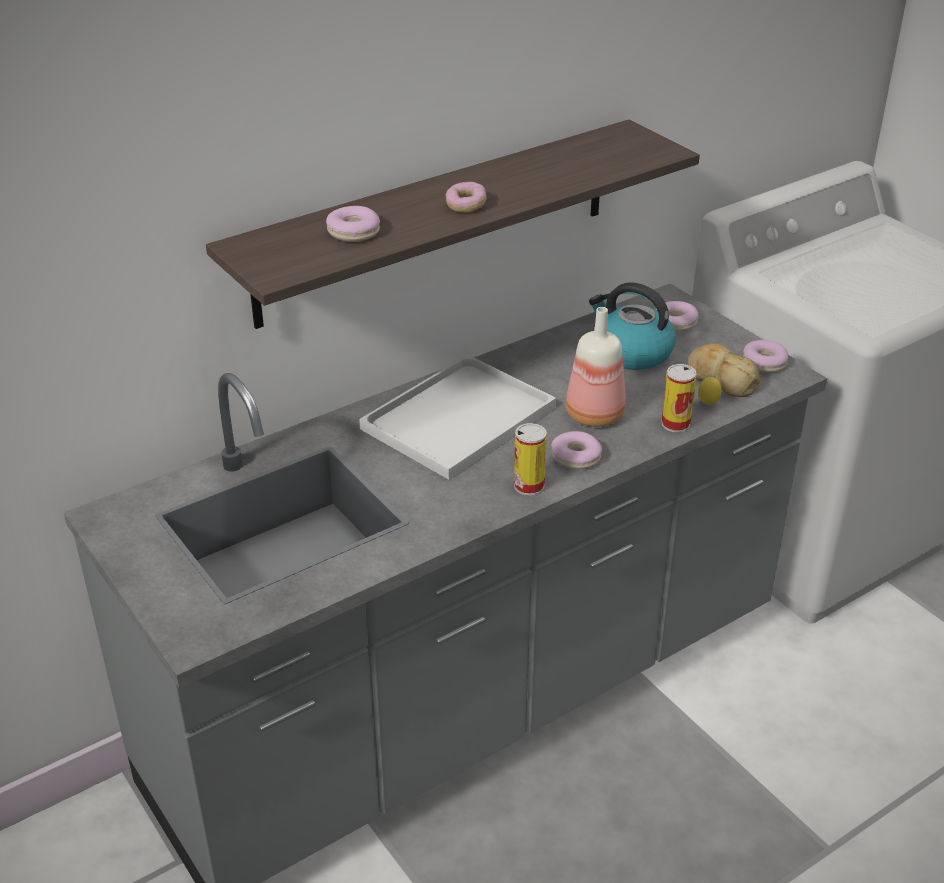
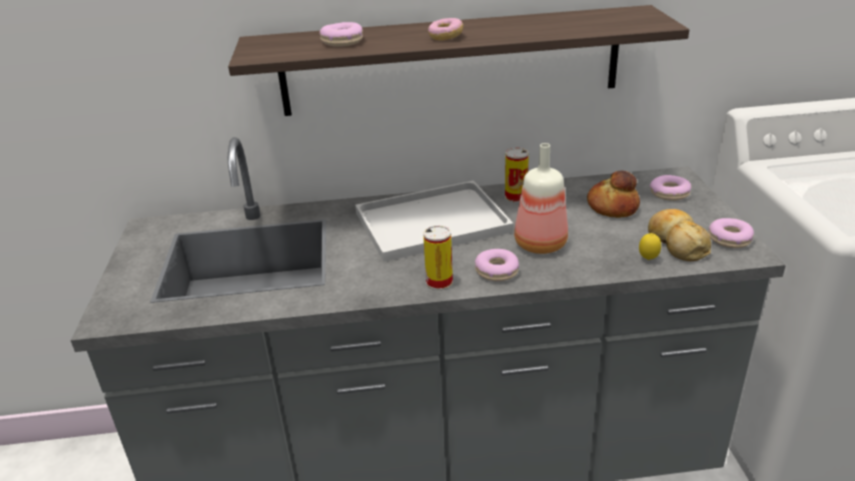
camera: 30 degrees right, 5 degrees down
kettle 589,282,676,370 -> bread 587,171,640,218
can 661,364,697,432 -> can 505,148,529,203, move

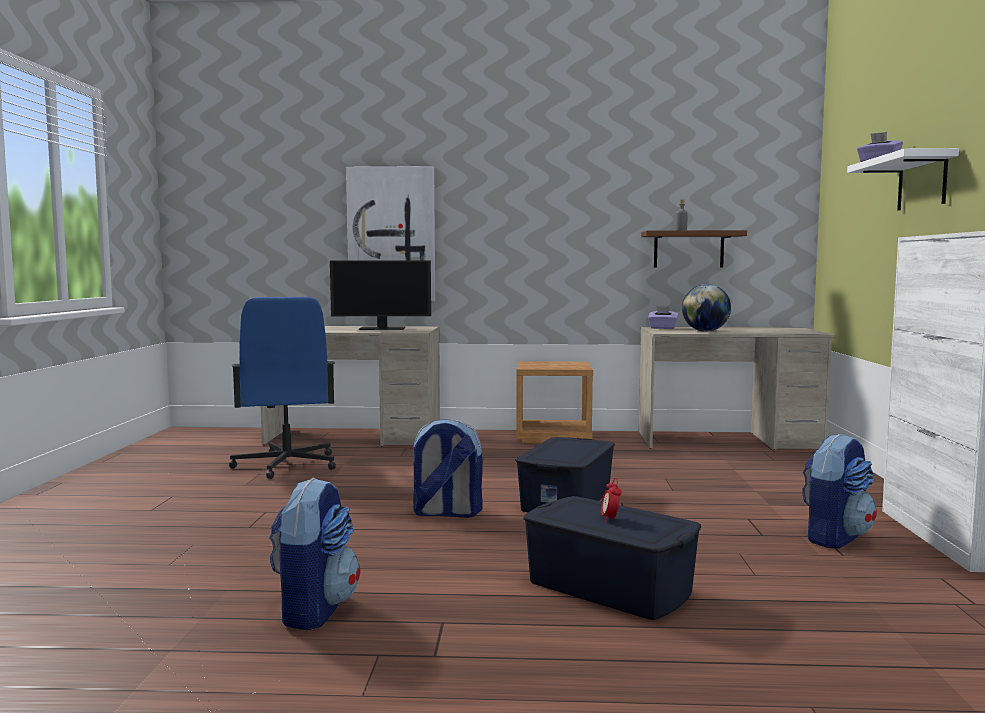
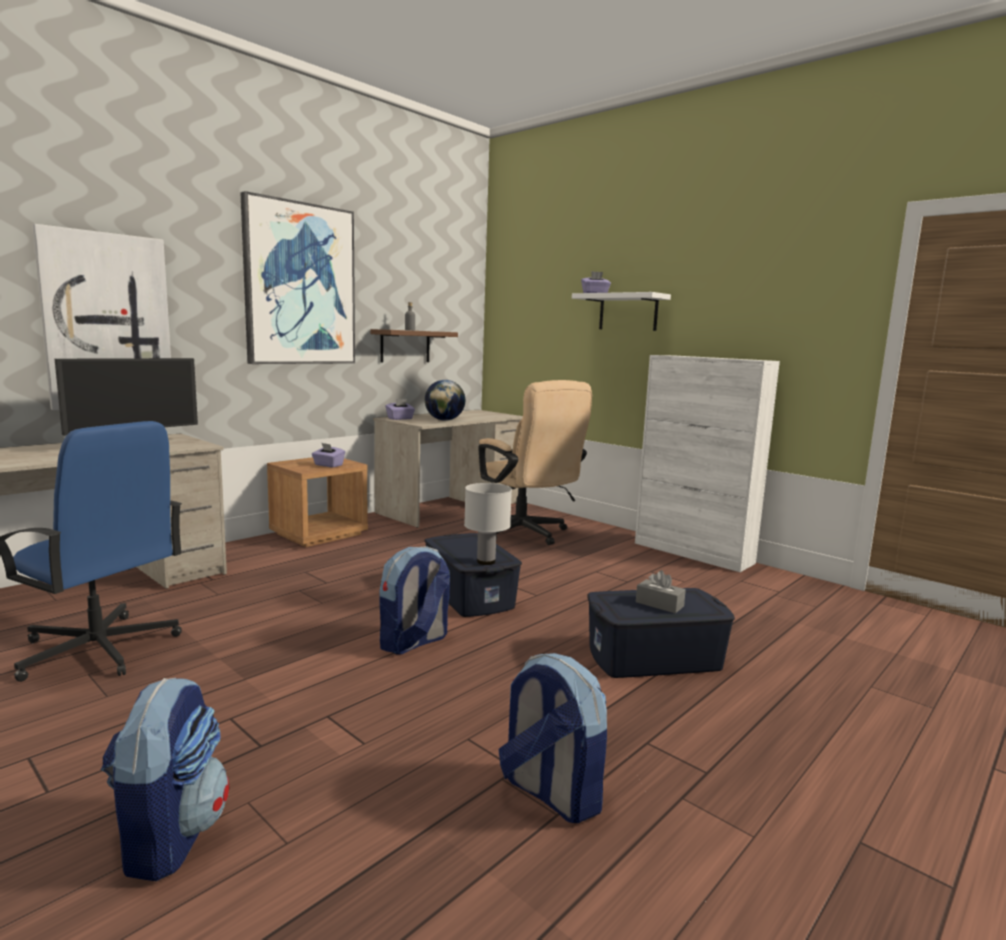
camera: 50 degrees left, 5 degrees up
backpack 802,433,877,548 -> backpack 101,678,229,881, move
alarm clock 601,478,622,522 -> tissue box in grey 636,570,686,613
none -> picture 240,191,355,364
none -> office chair in beige 478,380,592,545
none -> tissue box in purple 312,443,345,467
none -> table lamp in white 464,483,512,565

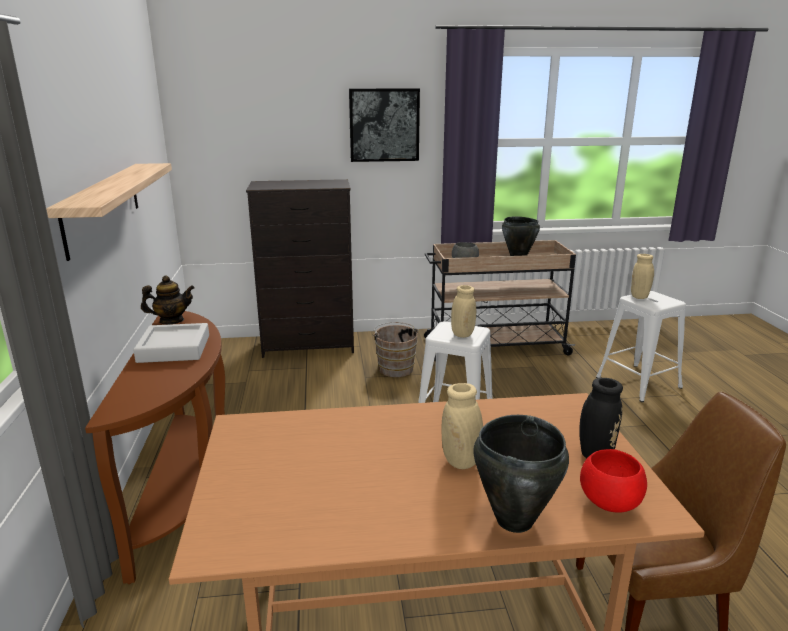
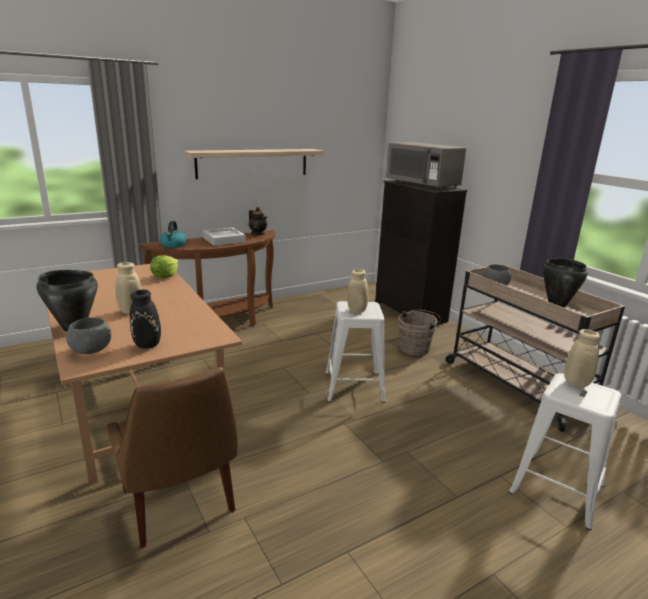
camera: 65 degrees right, 0 degrees up
picture 349,88,420,162 -> none
bowl in red 580,449,647,513 -> bowl in grey 66,317,111,354
none -> microwave in grey 386,142,466,190
none -> kettle 160,221,187,248
none -> lettuce 150,255,179,278

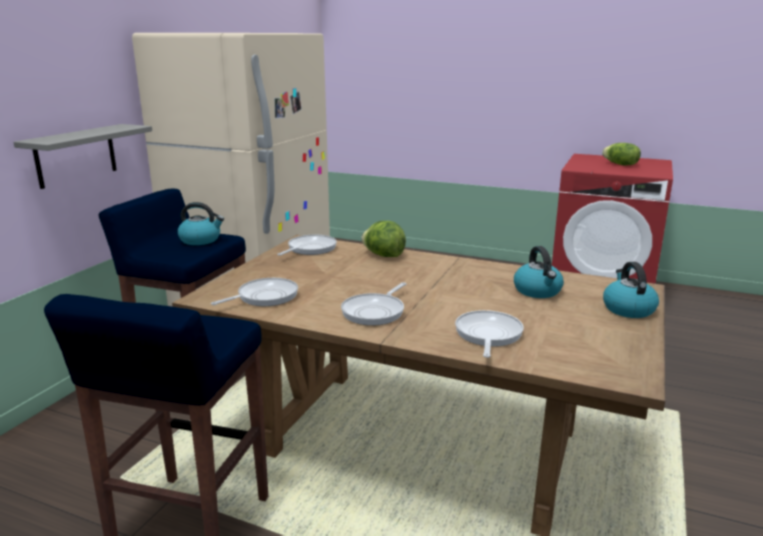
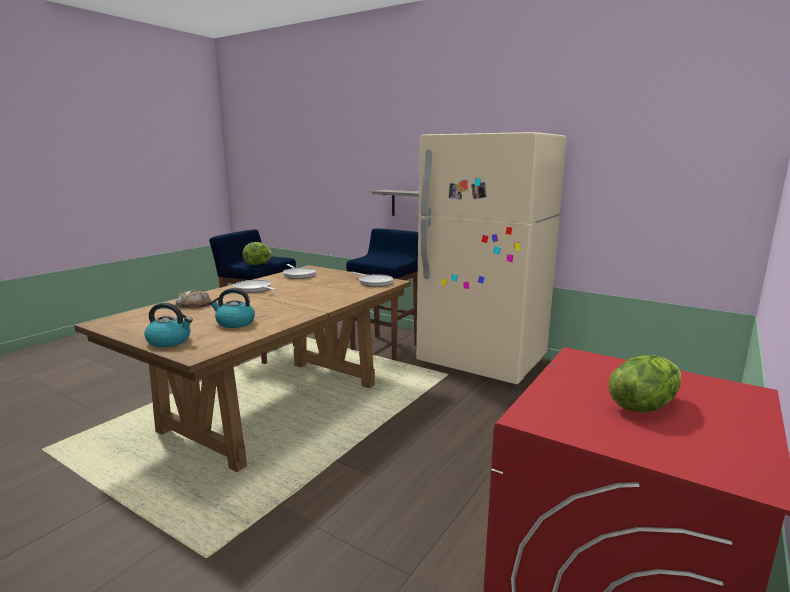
camera: 100 degrees right, 5 degrees down
kettle 178,202,224,245 -> none
lettuce 361,221,406,257 -> lettuce 242,242,272,265, move
frying pan 455,310,524,358 -> bread 175,289,212,309

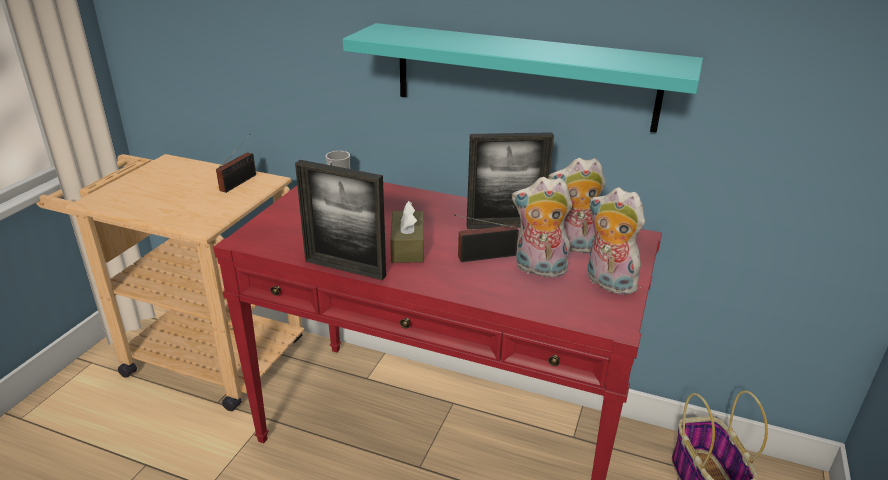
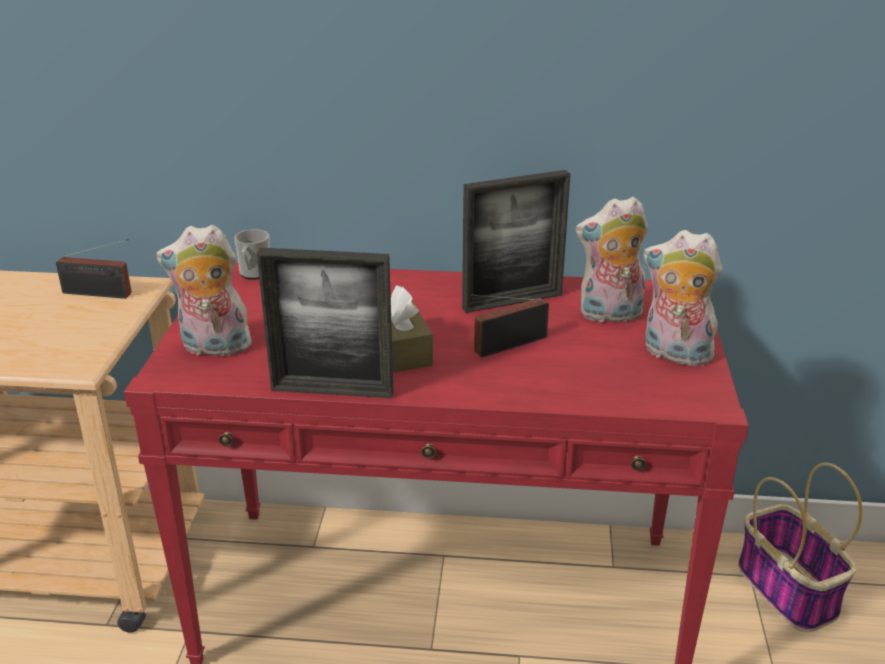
camera: 15 degrees left, 0 degrees up
shelf in turquoise 343,23,703,133 -> none
radio 216,134,256,193 -> radio 56,239,132,299, 90 degrees clockwise
plush toy 512,177,572,278 -> plush toy 156,225,256,356, move

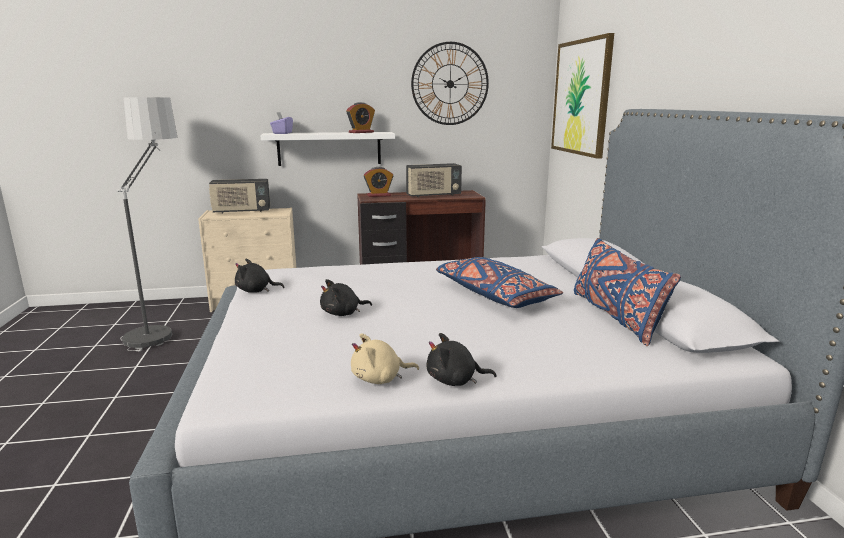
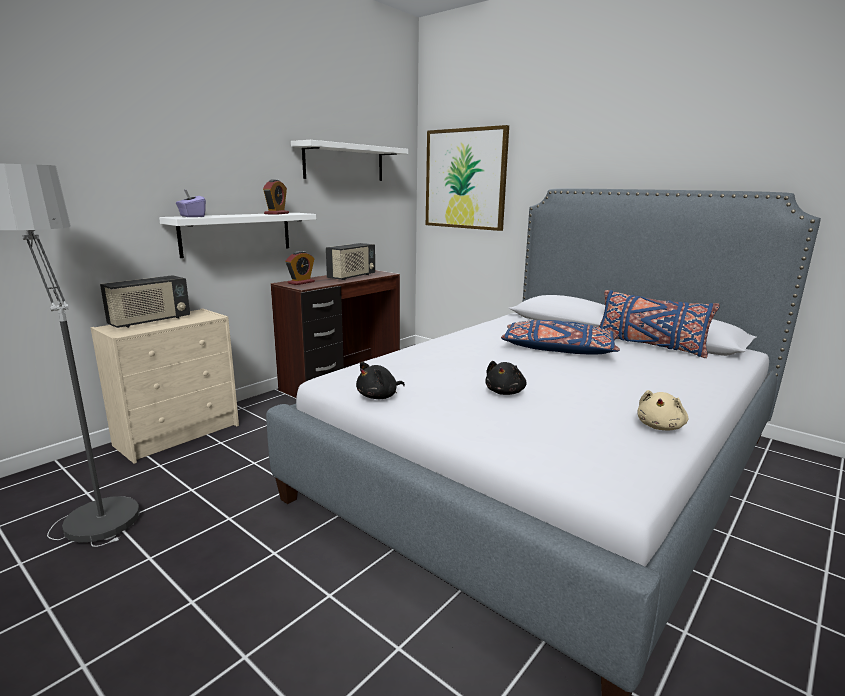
camera: 40 degrees left, 0 degrees up
wall clock 411,42,489,125 -> shelf in white 291,140,408,181
plush toy in black 427,333,496,386 -> none

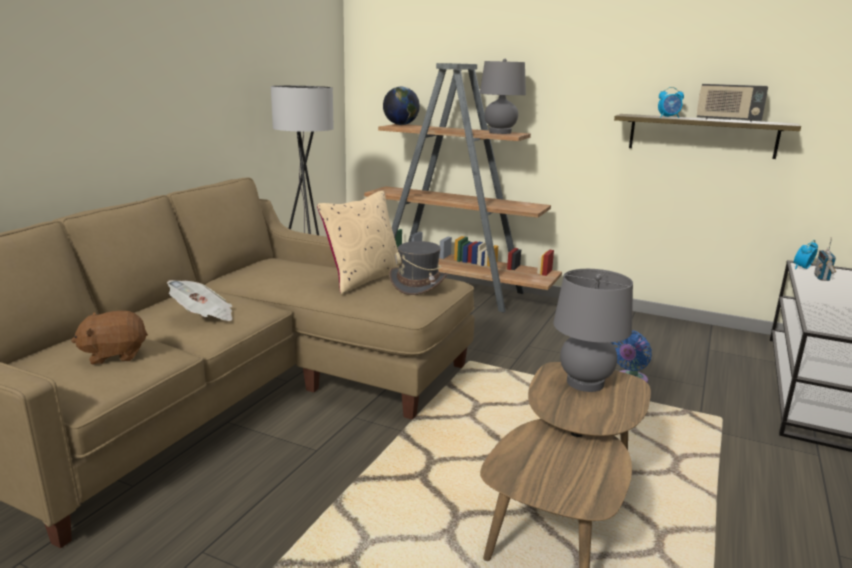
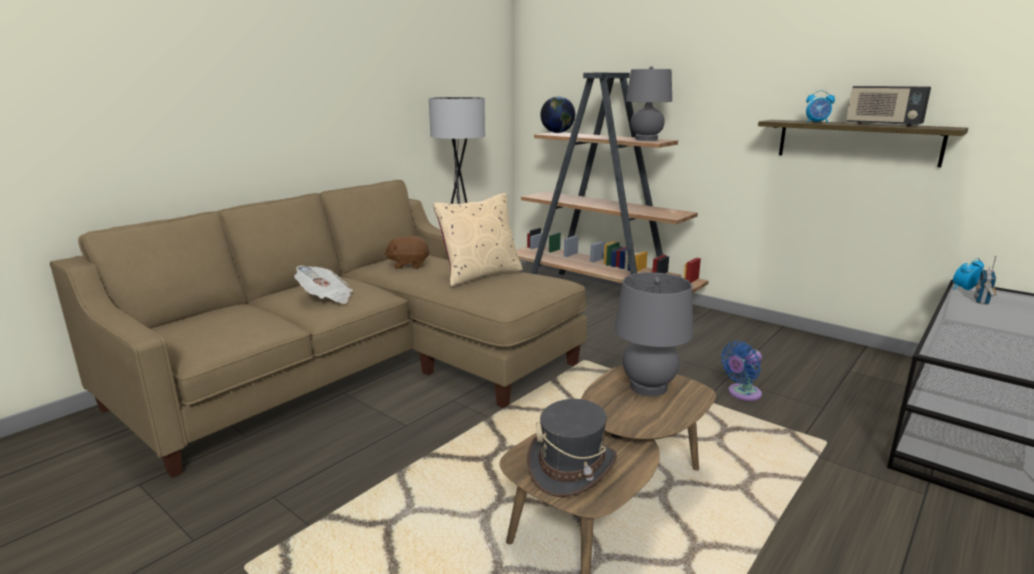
camera: 15 degrees right, 0 degrees up
hat in grey 389,241,448,295 -> hat in grey 527,399,617,497, move
plush toy in brown 71,311,148,365 -> plush toy in brown 384,236,430,269, move

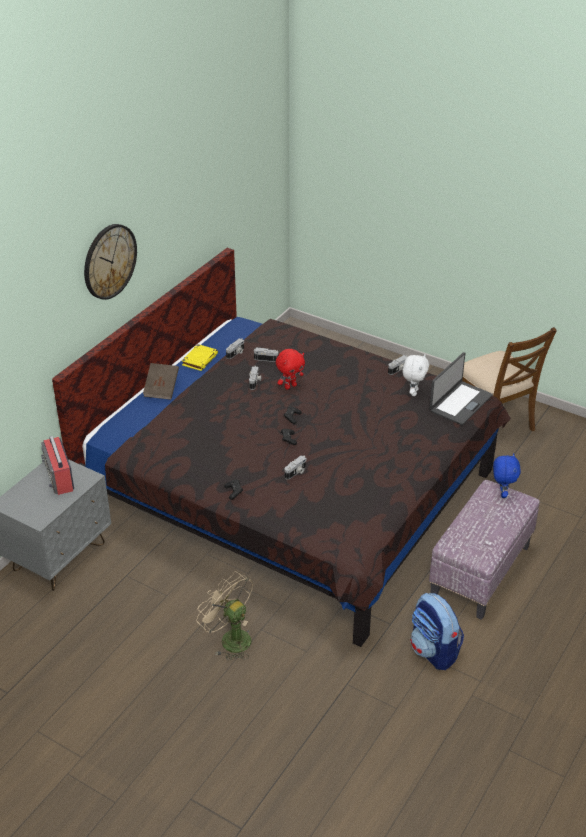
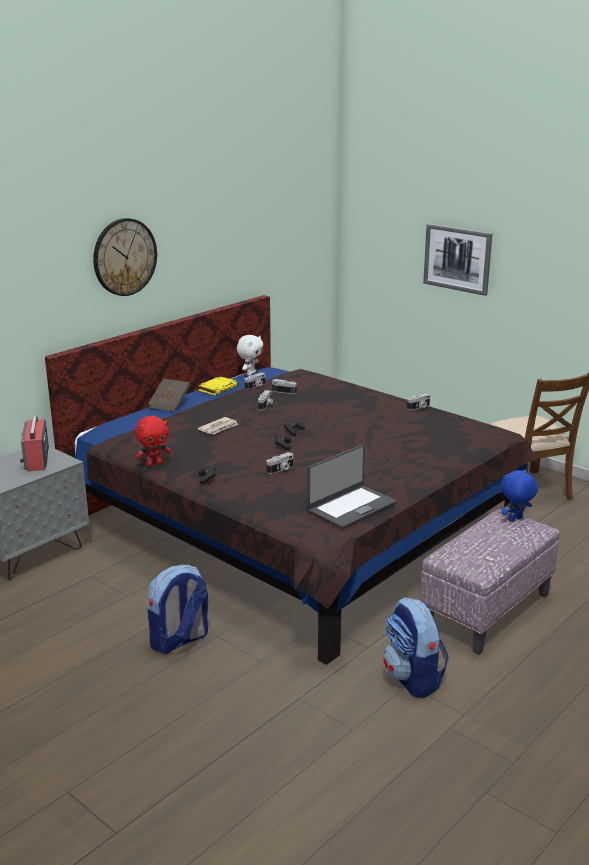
camera: 10 degrees right, 15 degrees down
plush toy in red 276,349,305,390 -> plush toy in red 135,416,171,466, move
laptop 429,352,493,425 -> laptop 307,444,397,529, move
plush toy in white 403,354,429,396 -> plush toy in white 237,335,263,376, move
plush toy in blue 493,453,521,498 -> plush toy in blue 501,469,538,522, 135 degrees counterclockwise
fan in beige 196,571,253,660 -> backpack 147,565,208,654
none -> picture 423,224,492,296
none -> newspaper 197,417,239,435

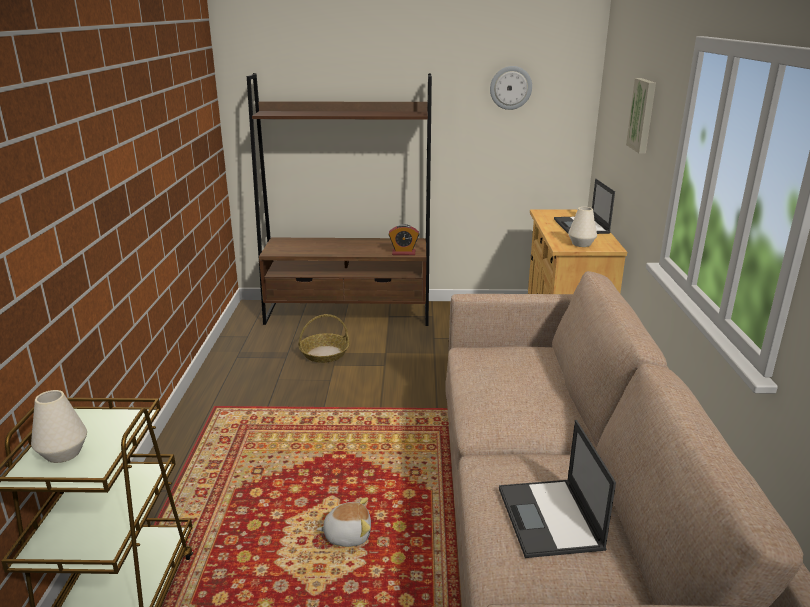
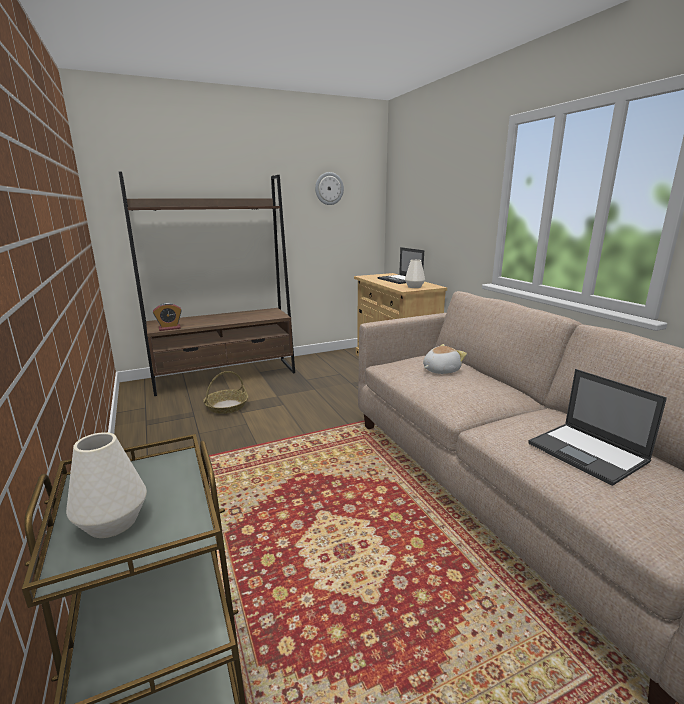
camera: 25 degrees left, 5 degrees down
picture 626,78,656,154 -> none
alarm clock 388,224,419,255 -> alarm clock 153,303,182,331, move
plush toy 316,497,371,547 -> plush toy 423,344,467,374, move

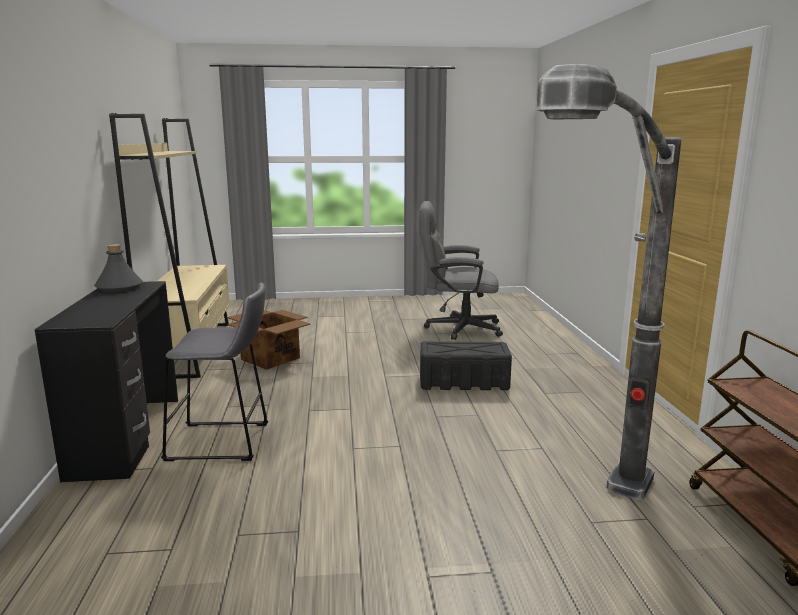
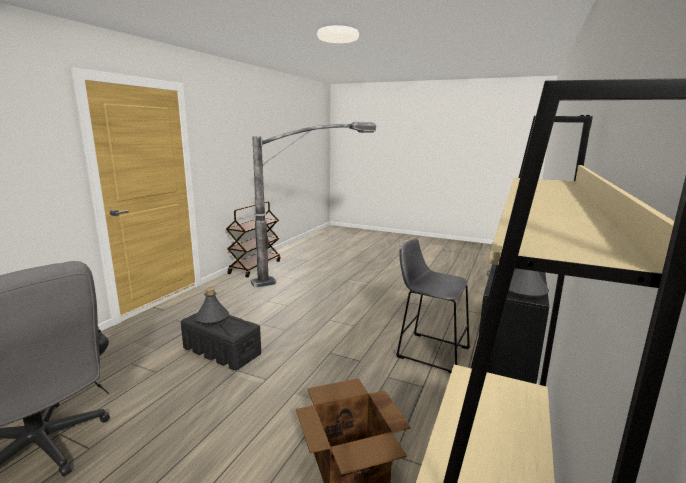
camera: 150 degrees left, 0 degrees up
none -> bottle in grey 195,288,229,325

